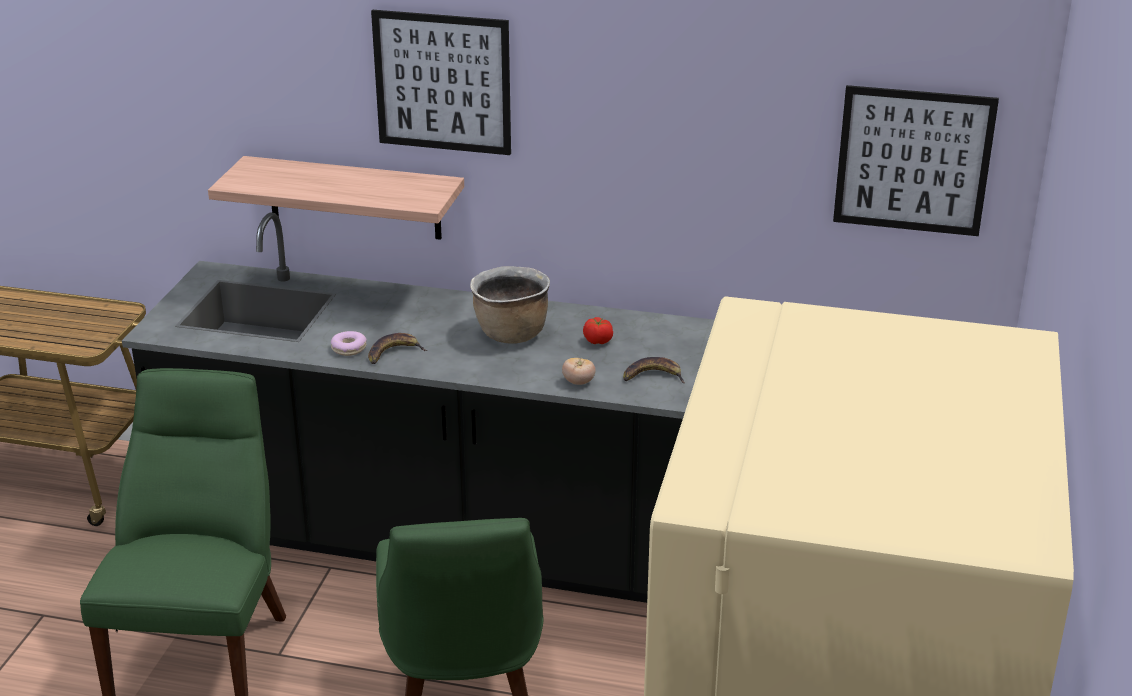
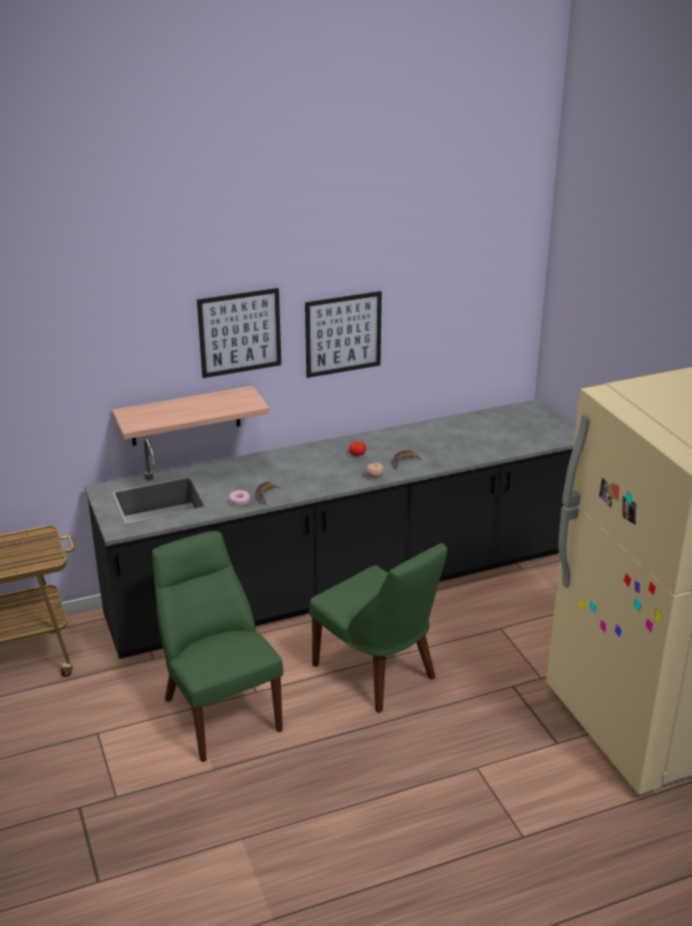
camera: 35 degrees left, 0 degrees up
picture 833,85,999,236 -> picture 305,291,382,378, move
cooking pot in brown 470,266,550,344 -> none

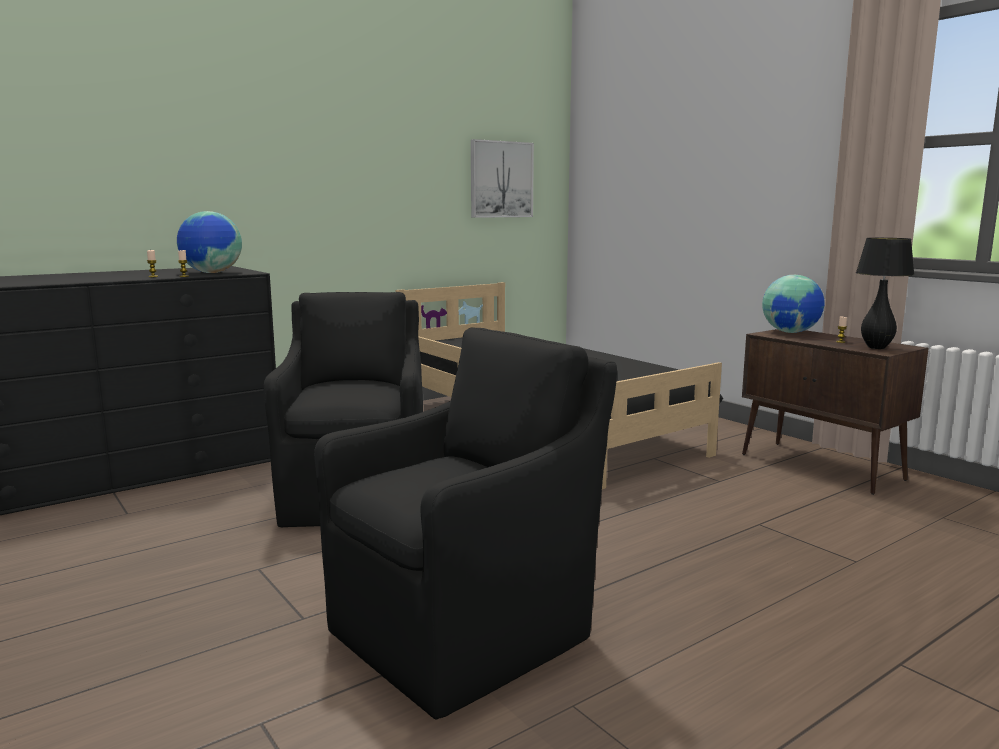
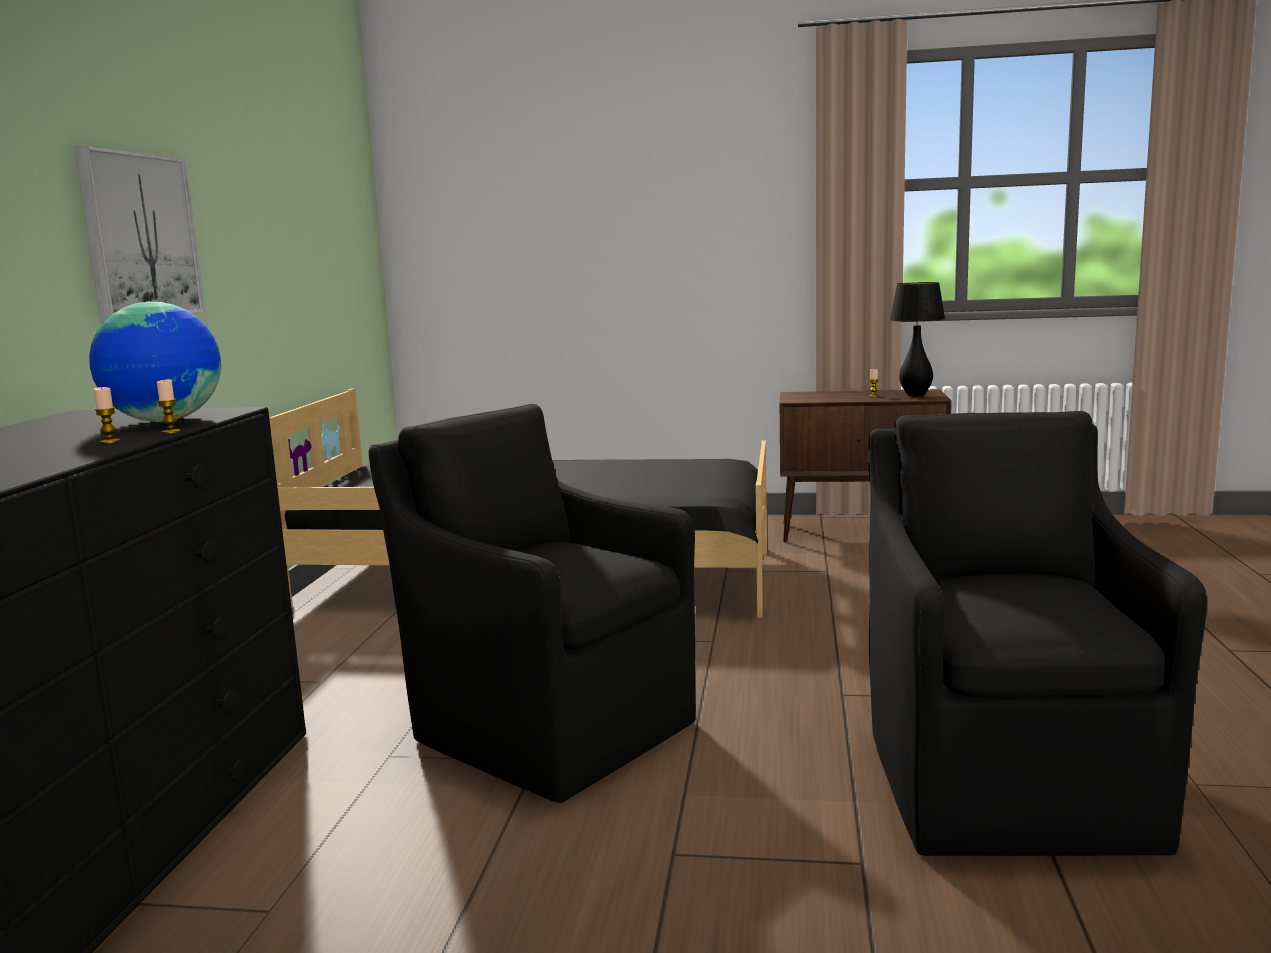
camera: 45 degrees left, 0 degrees up
picture 471,139,534,218 -> picture 74,146,205,323, move
globe 762,275,824,333 -> none

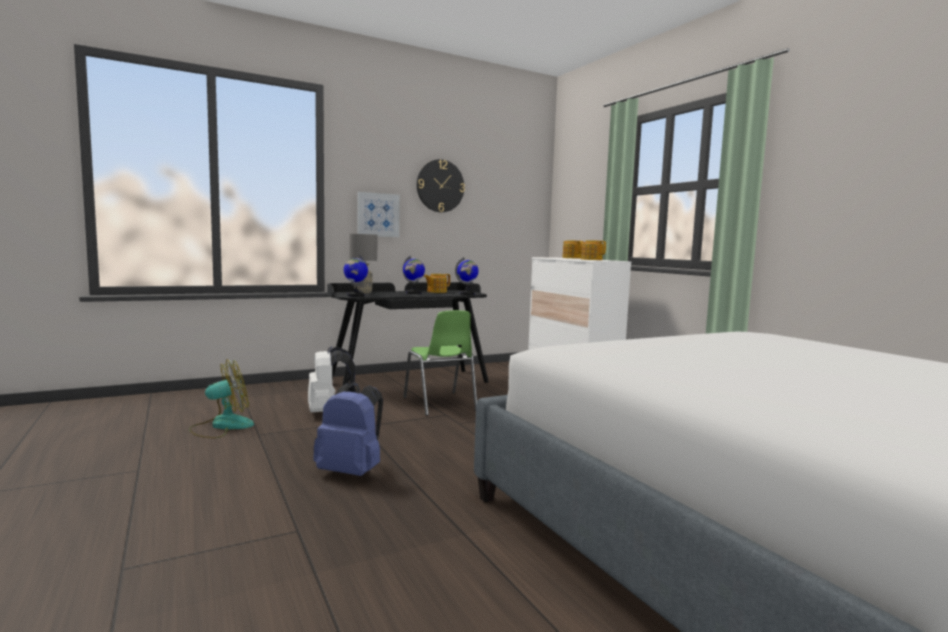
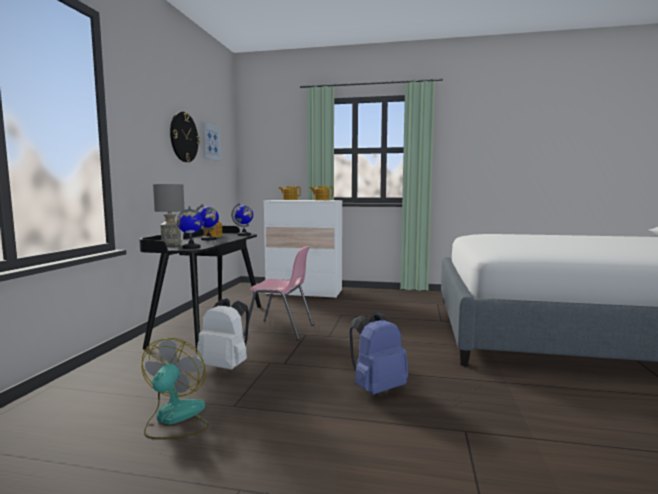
camera: 50 degrees left, 0 degrees up
picture 357,192,400,237 -> picture 202,122,221,161, move
chair in green 403,310,477,416 -> chair in pink 243,246,314,340

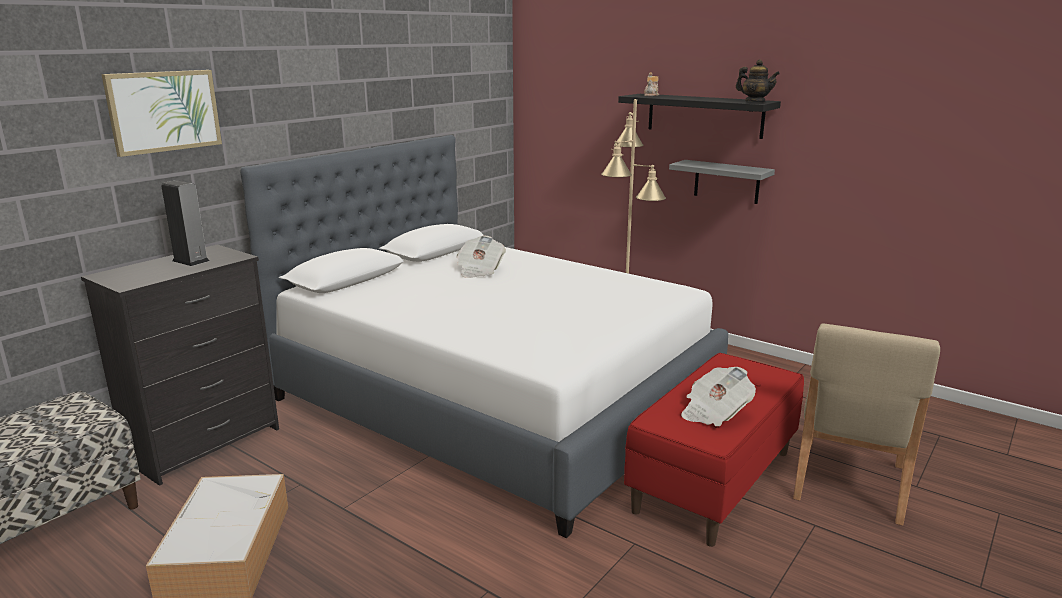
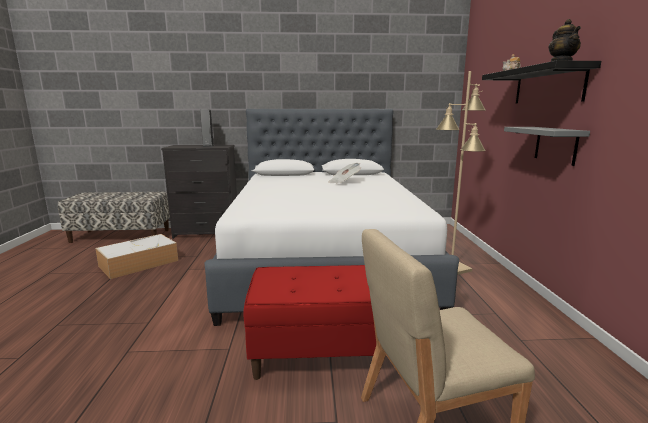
camera: 50 degrees right, 5 degrees down
picture 102,70,222,157 -> none
newspaper 681,367,756,426 -> none

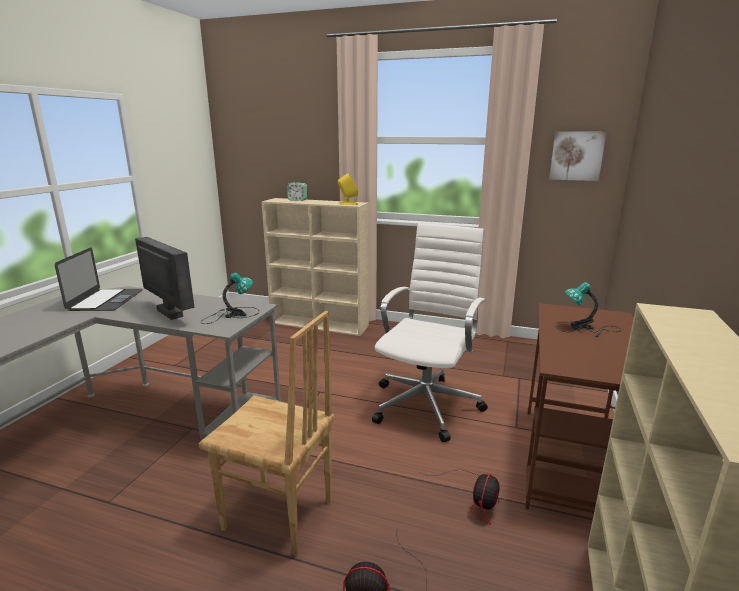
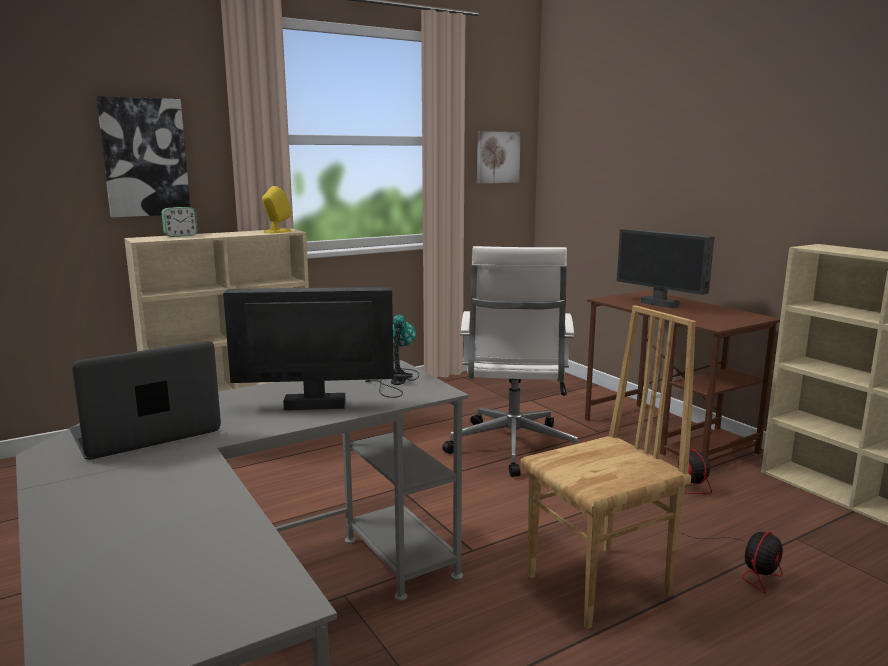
camera: 50 degrees left, 5 degrees down
office chair in white 372,223,488,442 -> office chair in white 442,246,578,477, 150 degrees counterclockwise
laptop 55,247,143,311 -> laptop 70,341,221,460, 75 degrees counterclockwise
table lamp 555,282,621,338 -> monitor 617,229,714,308
none -> picture 96,96,190,217

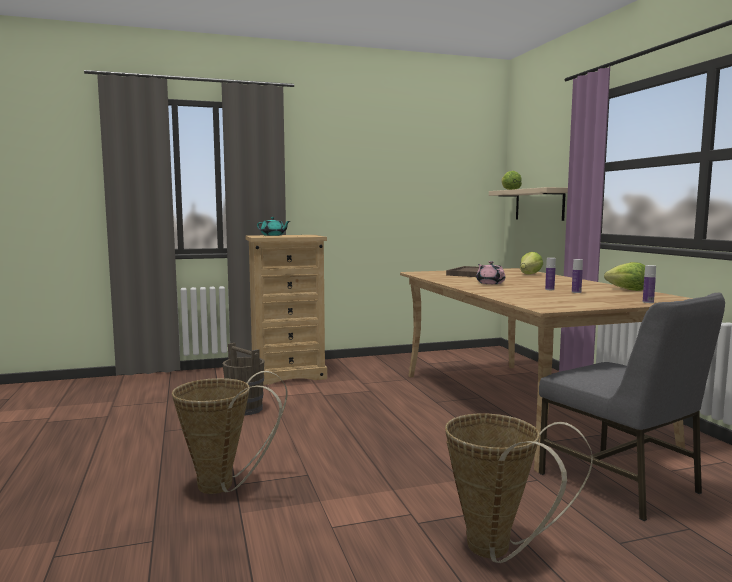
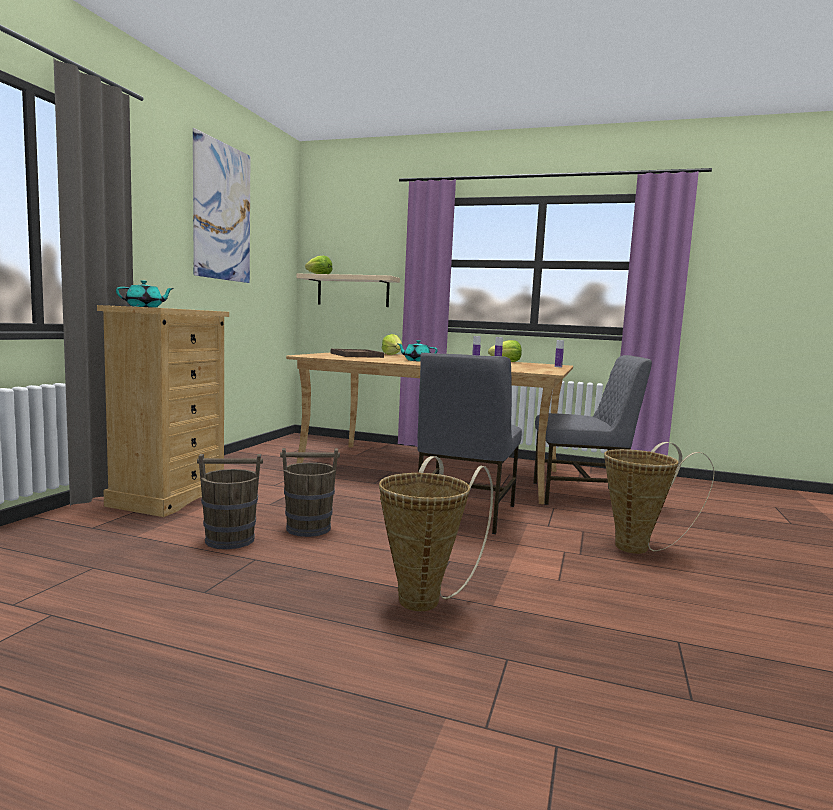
camera: 55 degrees left, 0 degrees up
teapot in pink 476,261,505,284 -> teapot in turquoise 398,340,438,362
none -> picture 193,128,250,283
none -> chair in grey 417,353,522,534
none -> bucket in brown 280,448,340,537

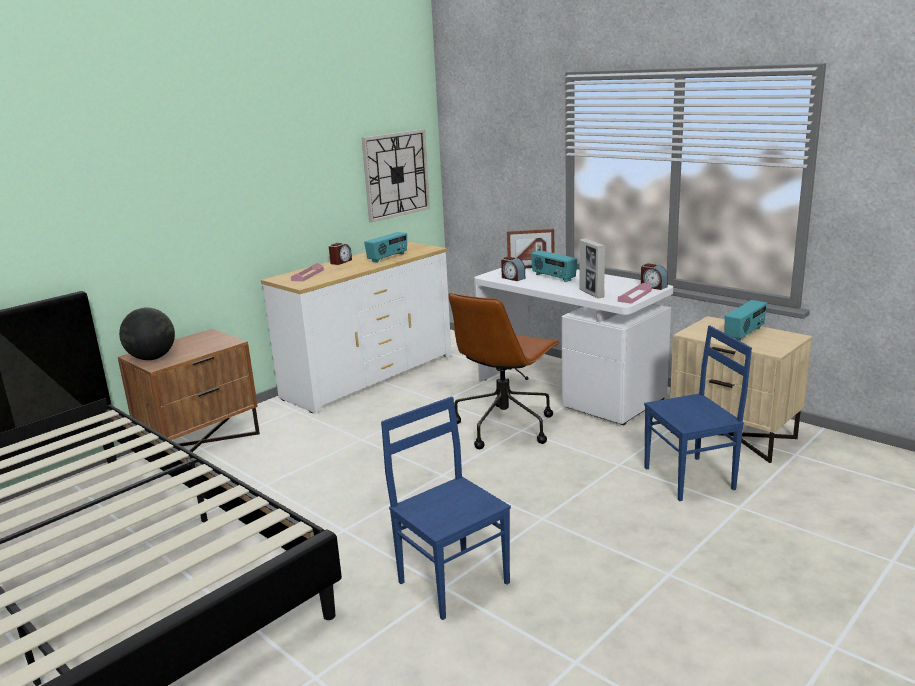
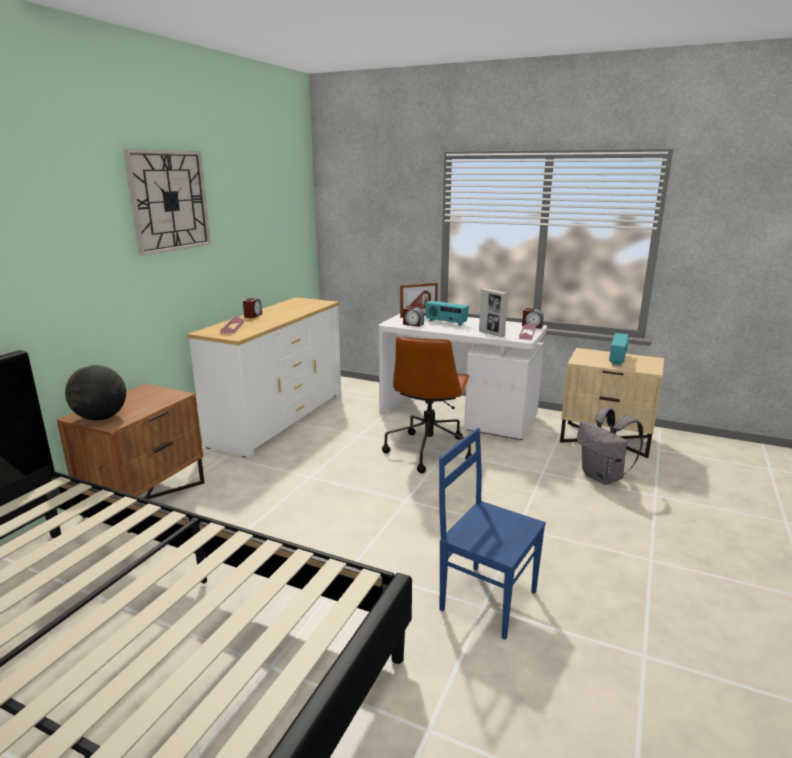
camera: 20 degrees left, 0 degrees up
wall clock 362,129,430,222 -> wall clock 123,149,211,256, move
radio 364,232,407,263 -> none
chair in blue 644,326,752,501 -> backpack in grey 577,408,643,485

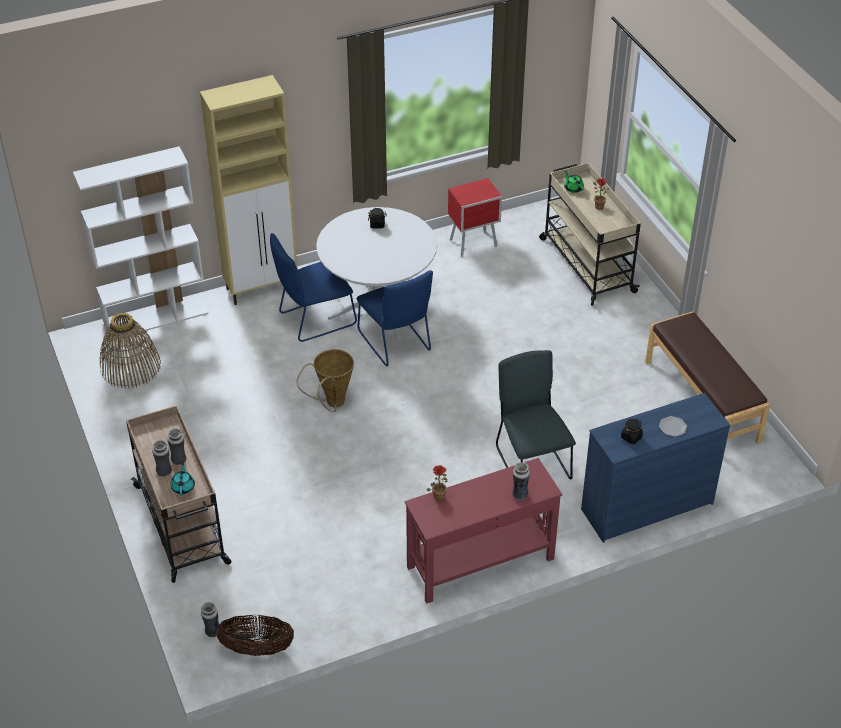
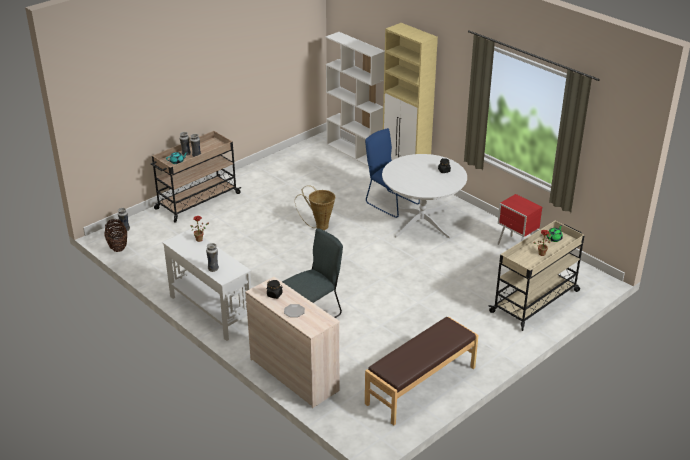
camera: 70 degrees right, 10 degrees down
chair in blue 357,270,433,366 -> none
basket 100,313,161,389 -> none
dresser in blue 581,393,730,543 -> dresser in beige 246,277,340,408
console table in red 405,458,562,604 -> console table in white 162,229,251,341

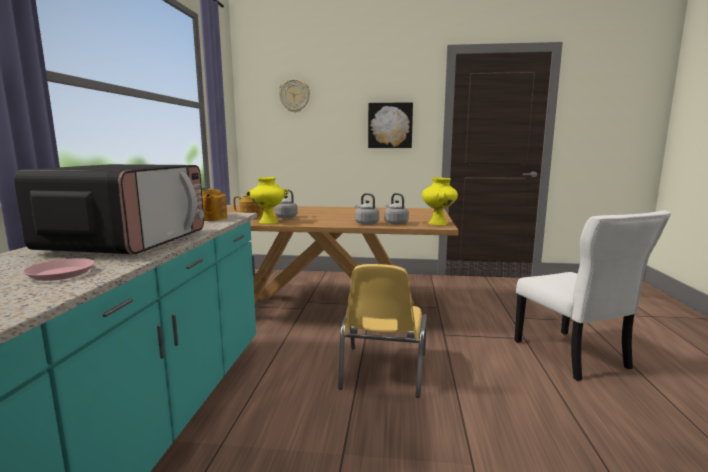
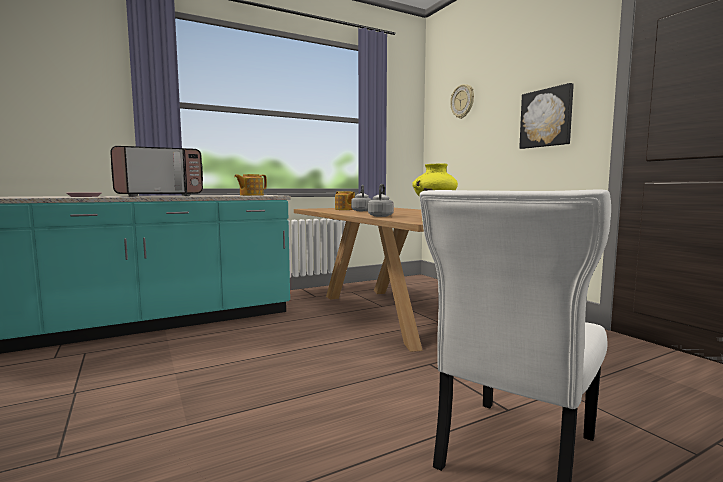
camera: 55 degrees right, 5 degrees down
vase in yellow 246,177,288,224 -> none
kettle in grey 384,193,409,225 -> none
chair in yellow 338,264,427,398 -> none

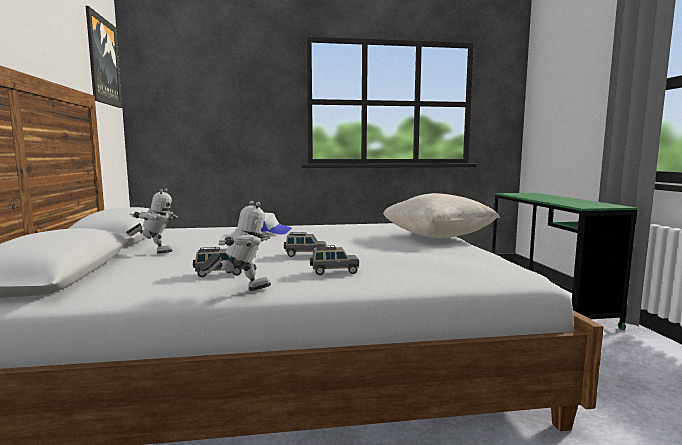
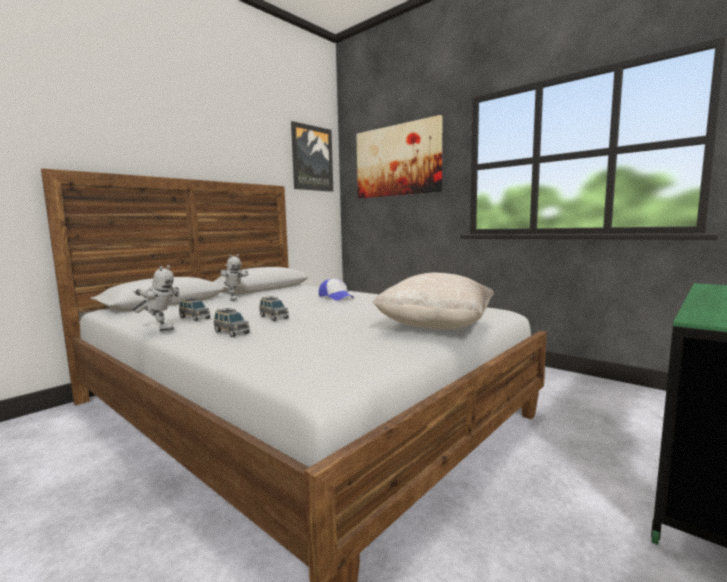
camera: 50 degrees right, 0 degrees up
none -> picture 356,115,443,198

